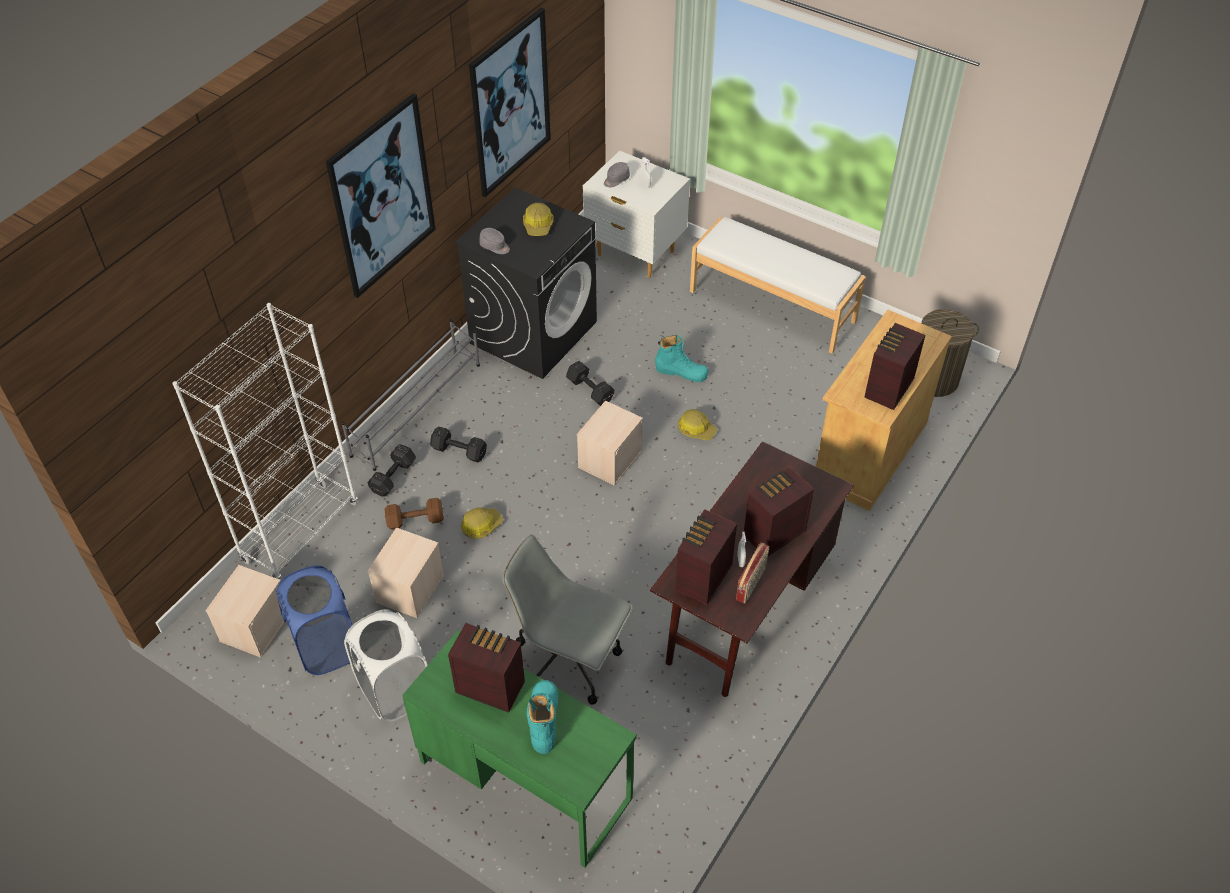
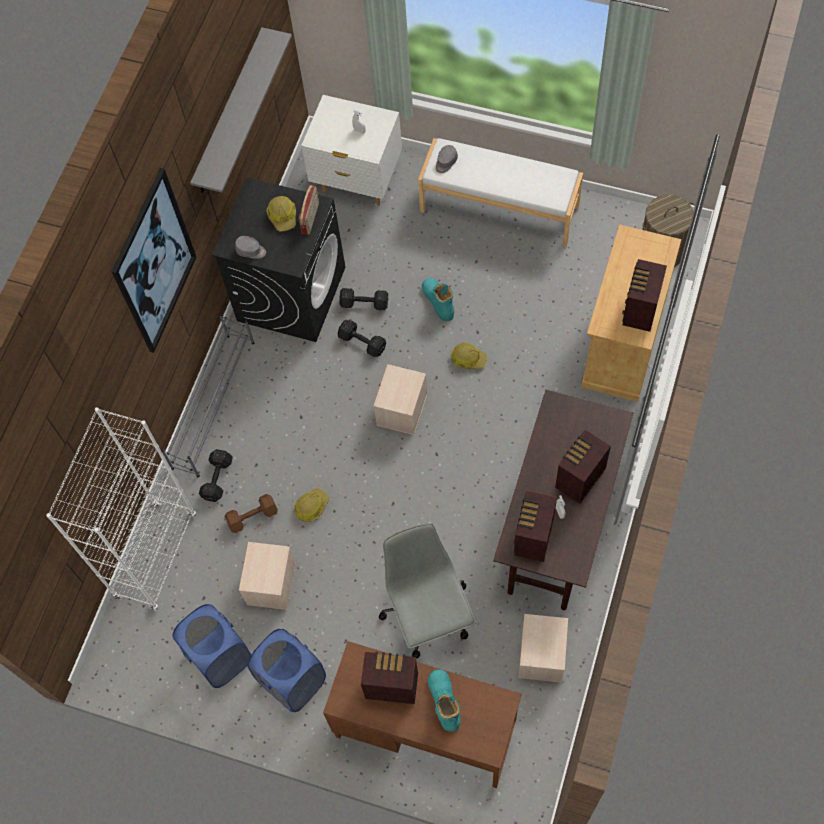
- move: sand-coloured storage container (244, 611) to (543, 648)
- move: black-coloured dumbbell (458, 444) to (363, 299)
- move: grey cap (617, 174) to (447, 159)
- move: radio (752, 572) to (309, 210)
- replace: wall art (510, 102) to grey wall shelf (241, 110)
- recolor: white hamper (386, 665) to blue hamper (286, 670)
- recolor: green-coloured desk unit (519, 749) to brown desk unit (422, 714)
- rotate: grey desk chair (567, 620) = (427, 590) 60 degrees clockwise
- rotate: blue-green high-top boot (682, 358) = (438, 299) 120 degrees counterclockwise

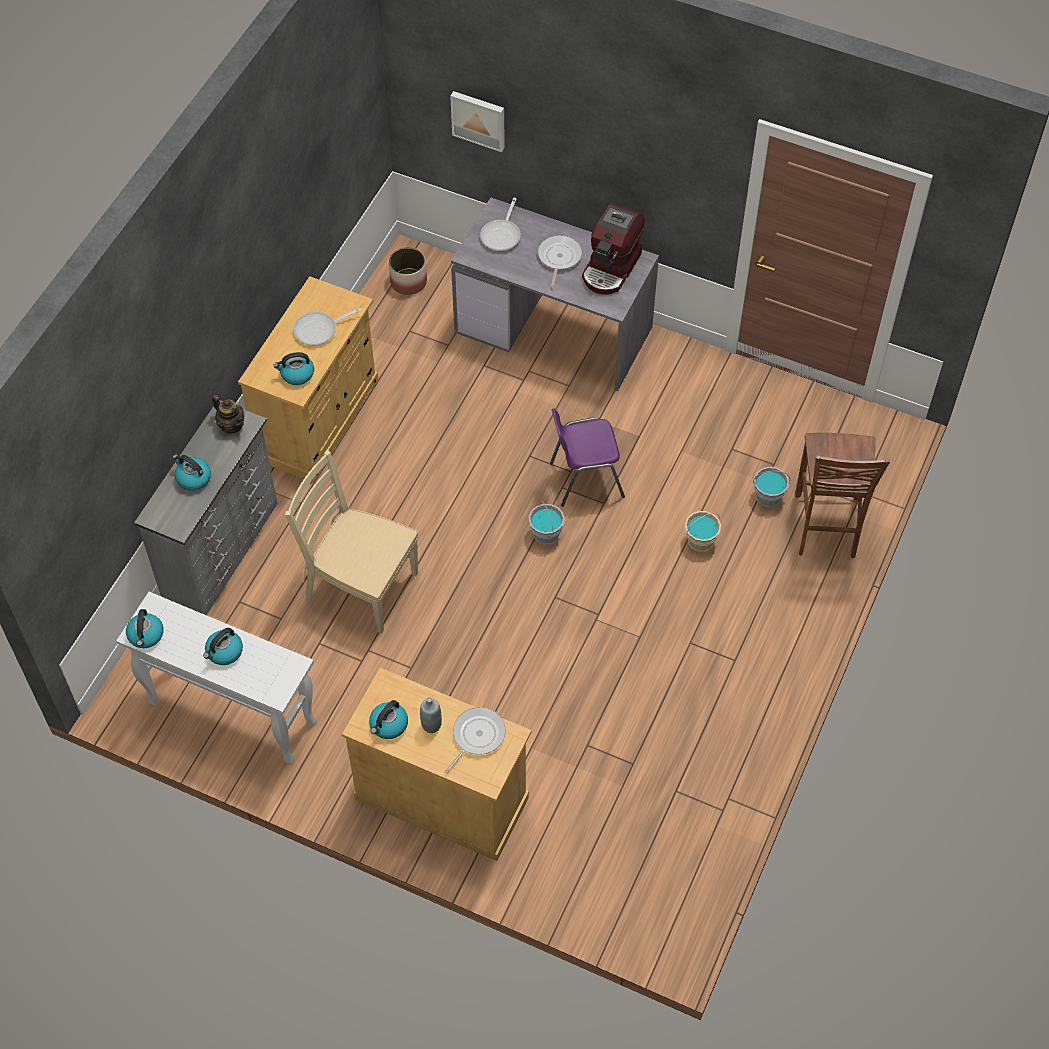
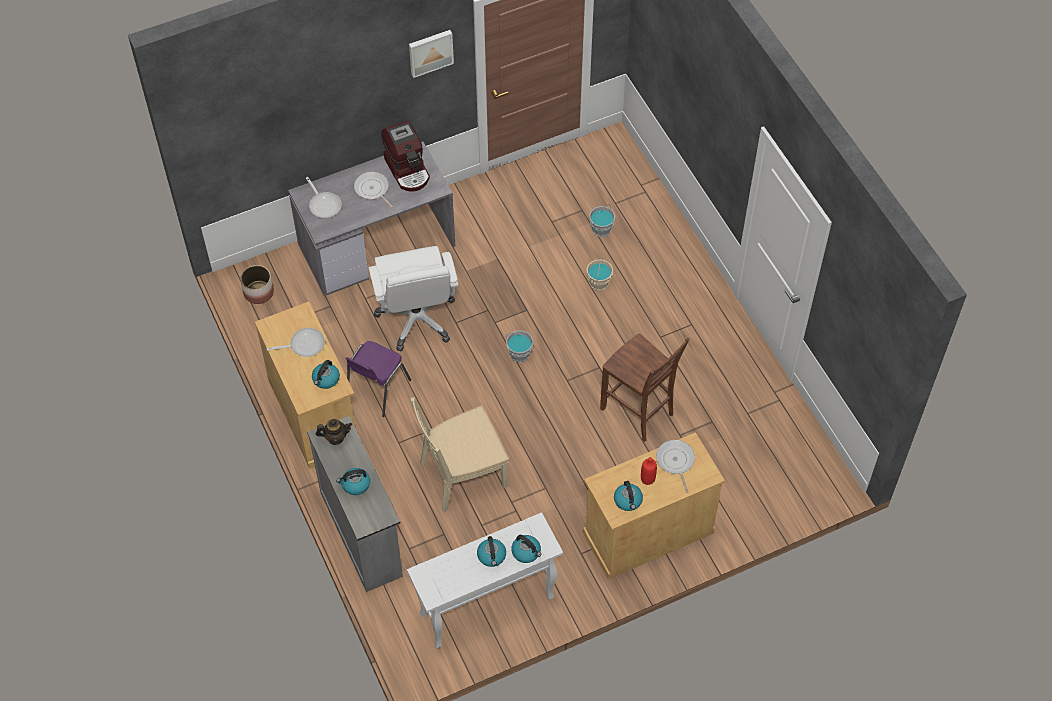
- insert: white desk chair (413, 298)
- move: kettle (145, 628) to (526, 549)
- move: wall art (477, 121) to (431, 54)
- move: purplish plain chair (587, 457) to (378, 379)
- move: brown plain chair (842, 495) to (644, 388)
- recolor: grey bottle (431, 715) to red bottle (649, 471)
- rotate: pan (327, 327) = (296, 342) 120 degrees counterclockwise

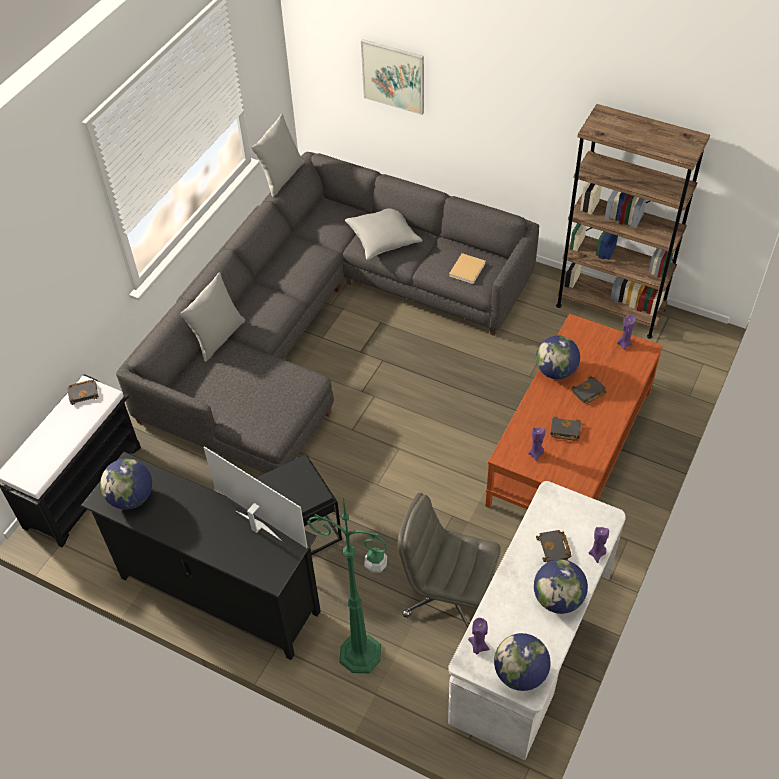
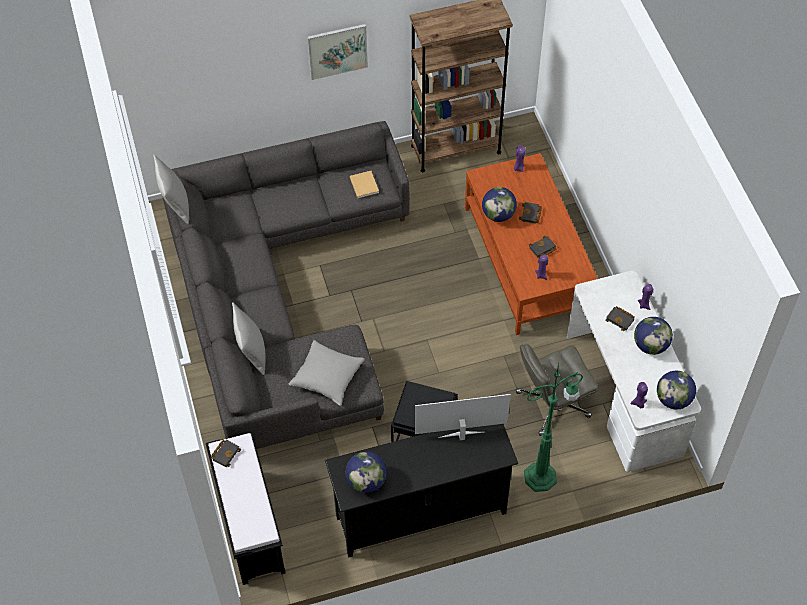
- move: grey throw pillow (384, 234) to (326, 373)
- move: wall art (392, 77) to (337, 52)

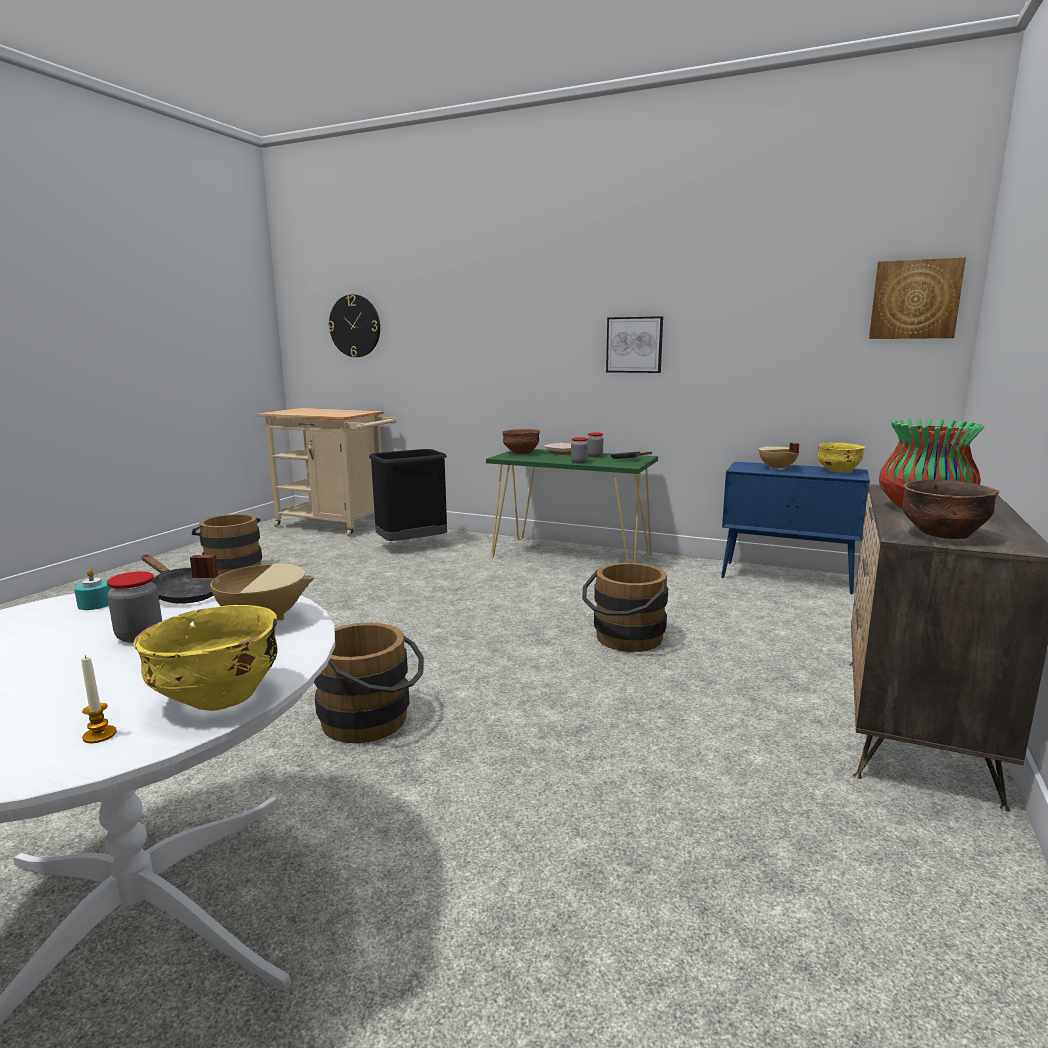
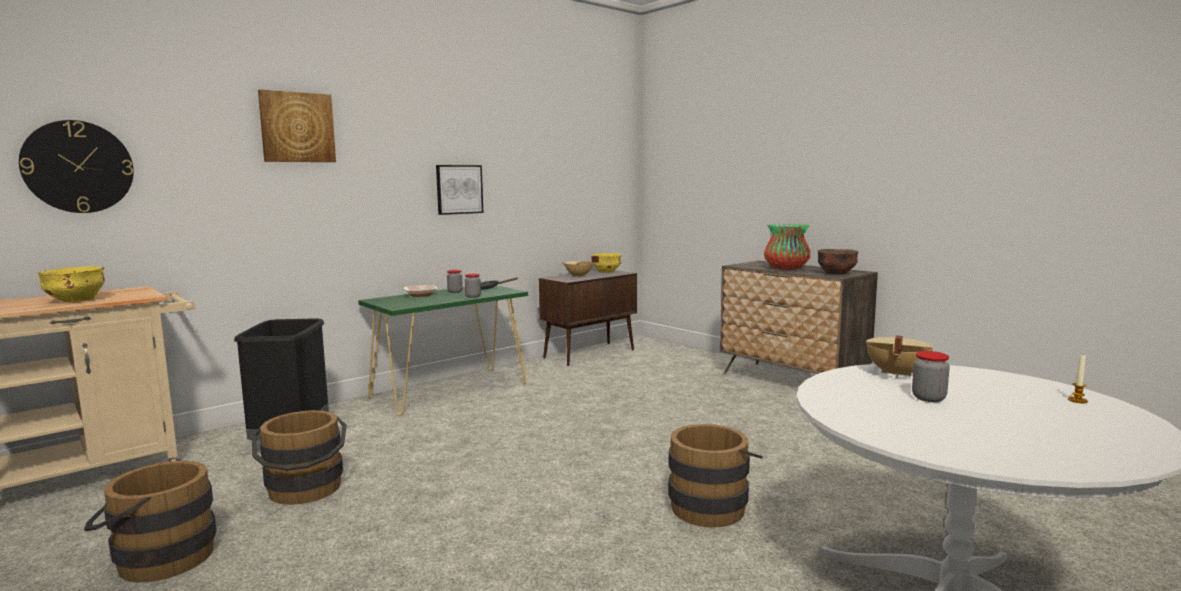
- delete: blue-green candle (92, 589)
- delete: black-coloured pan (181, 579)
- delete: brown bowl (521, 441)
- move: yellowish bowl (205, 658) to (71, 284)
- move: brown water bucket (625, 607) to (299, 457)
- move: wall art (917, 298) to (297, 125)
- recolor: blue cabinet (795, 528) to brown cabinet (588, 318)

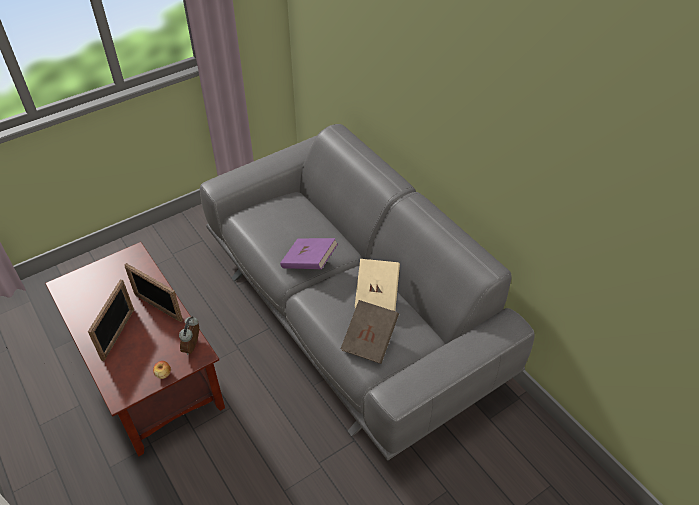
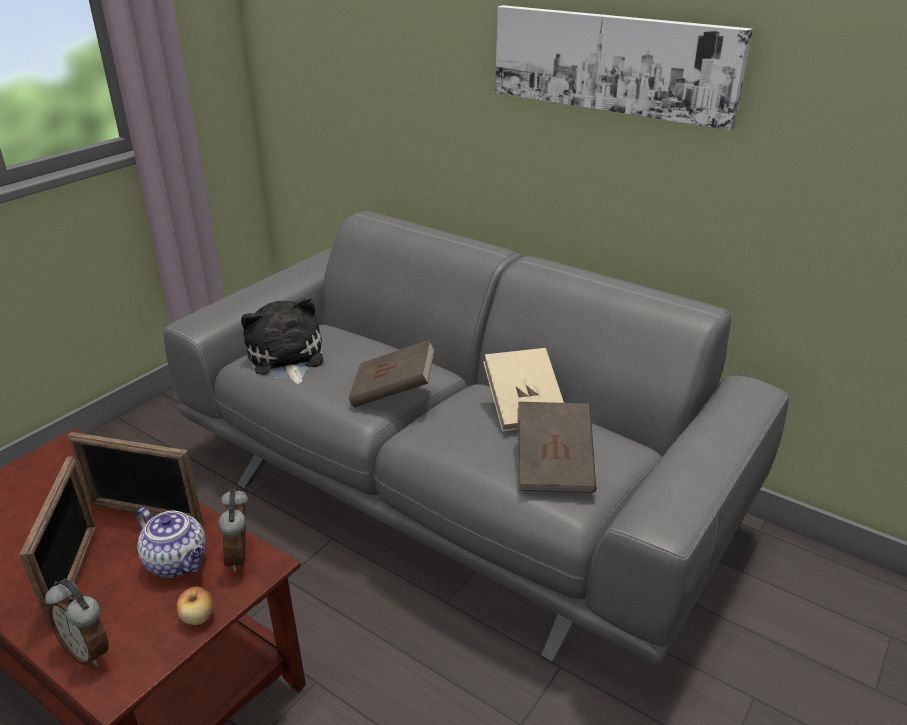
- insert: bedside clock (77, 622)
- insert: pot for tea (171, 542)
- insert: soft toy (282, 340)
- insert: wall art (624, 68)
- recolor: purplish bound book (309, 253) to brown bound book (391, 373)

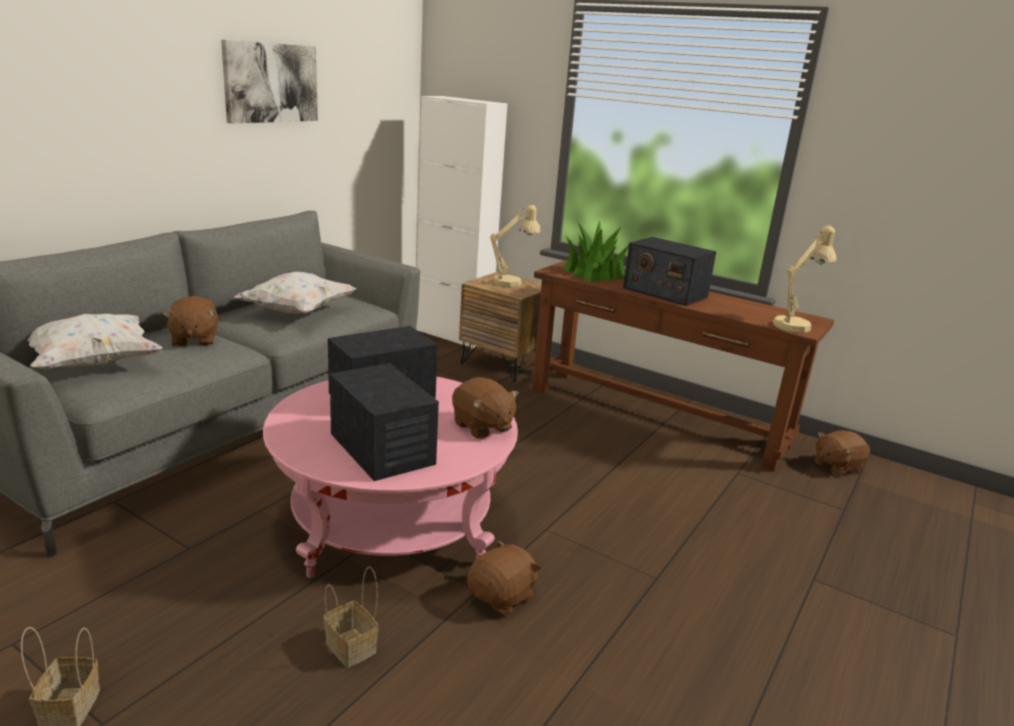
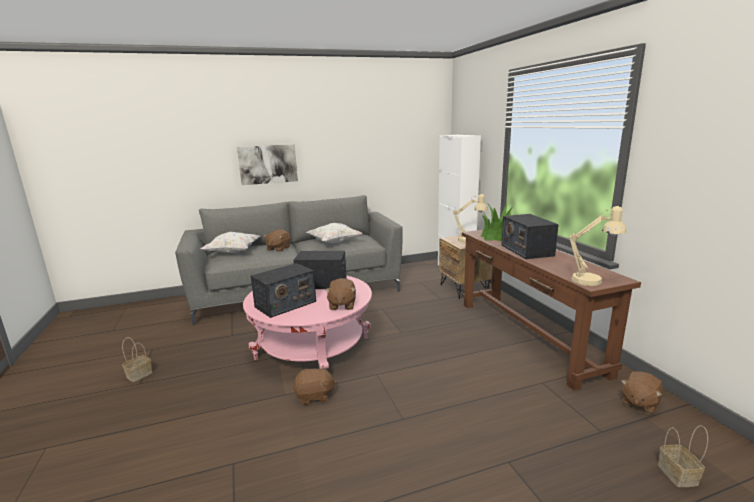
- move: wall art (269, 81) to (267, 164)
- move: storage basket (350, 617) to (683, 456)
- rotate: radio (384, 422) = (283, 290) 45 degrees clockwise
- rotate: brown soft toy (842, 453) = (642, 392) 60 degrees counterclockwise

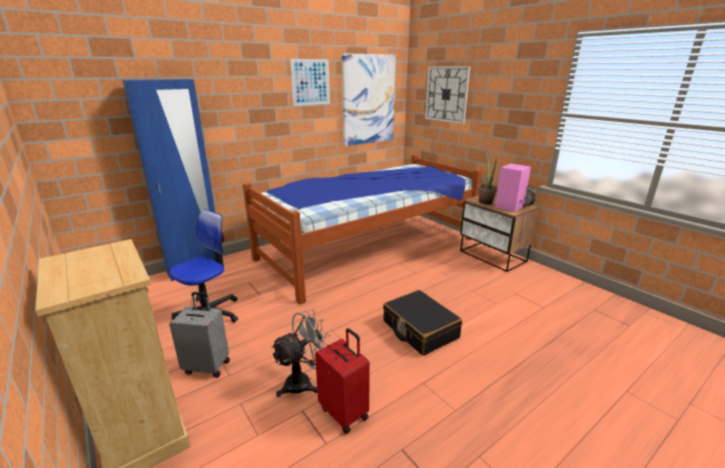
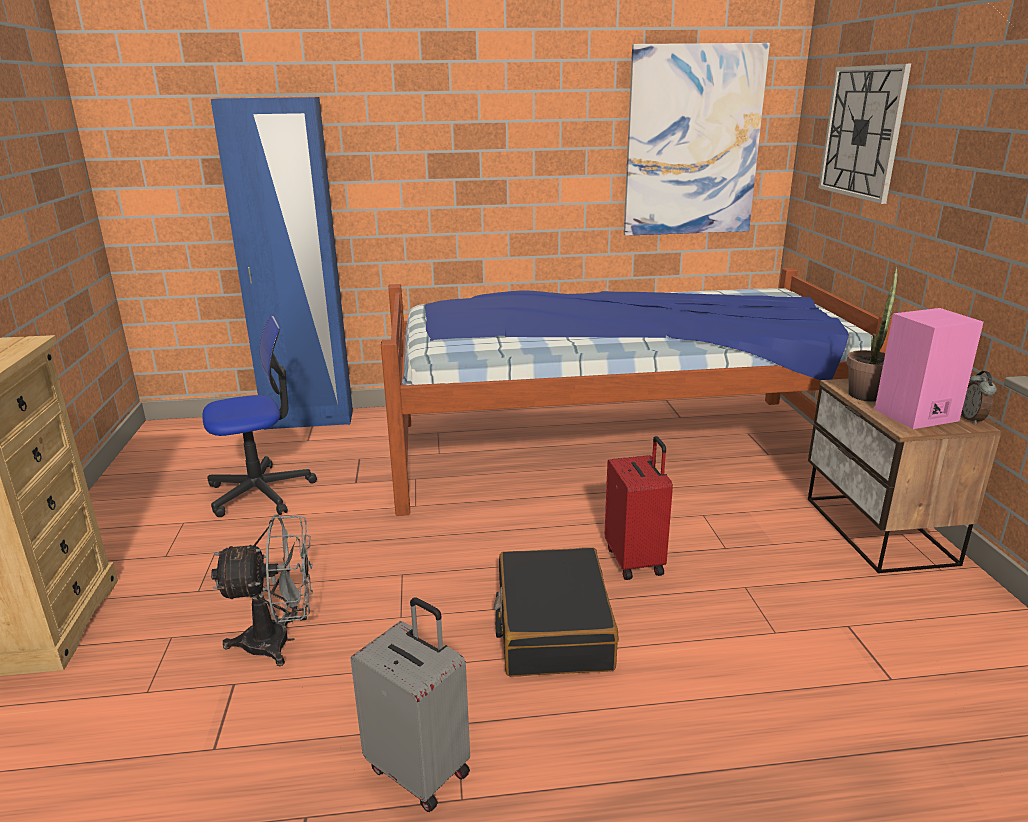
- delete: wall art (310, 82)
- move: grey suitcase (199, 335) to (410, 704)
- move: red suitcase (342, 381) to (639, 508)

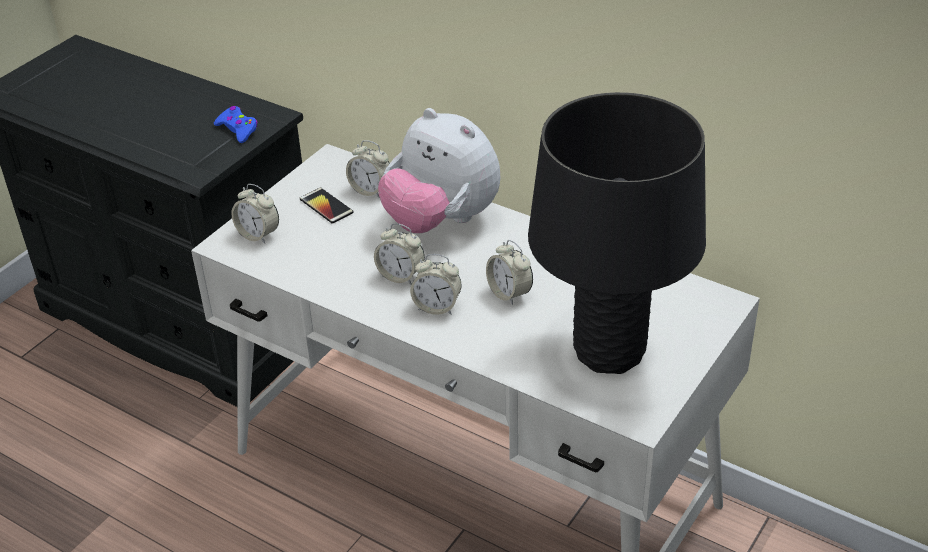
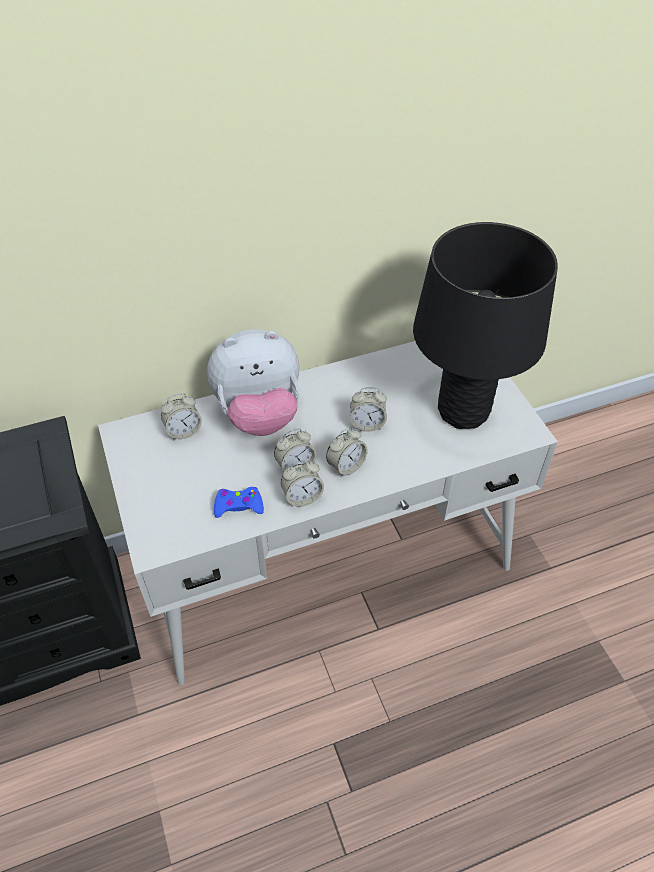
- delete: handset (327, 205)
- move: blue gamepad (236, 124) to (239, 502)
- move: bedside clock (255, 214) to (302, 483)

